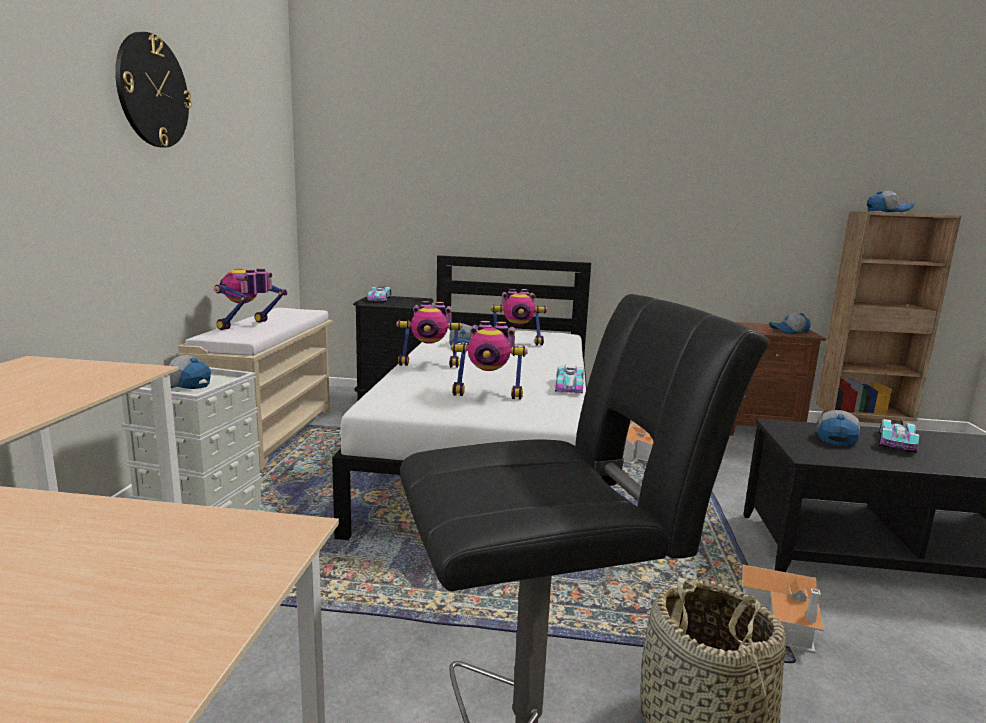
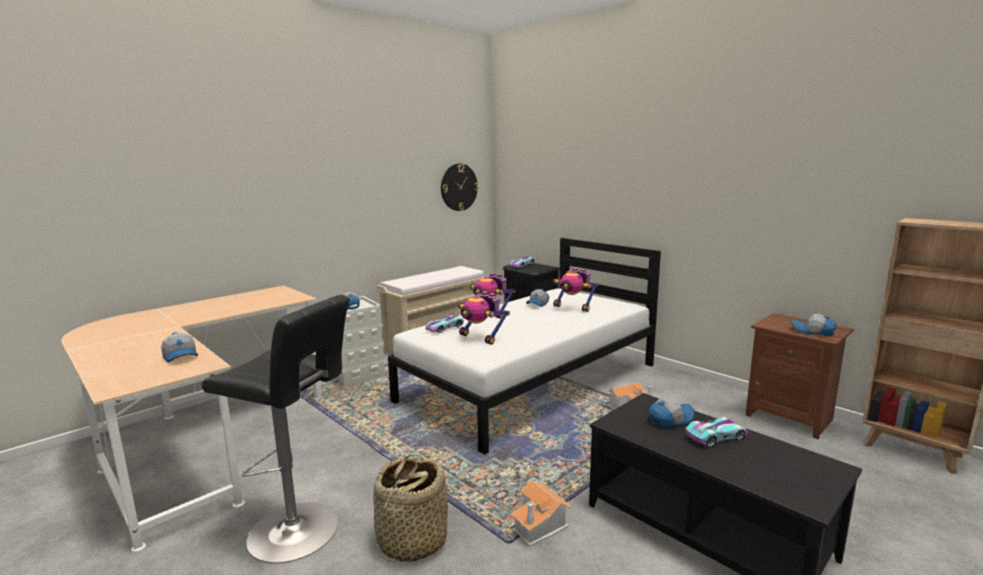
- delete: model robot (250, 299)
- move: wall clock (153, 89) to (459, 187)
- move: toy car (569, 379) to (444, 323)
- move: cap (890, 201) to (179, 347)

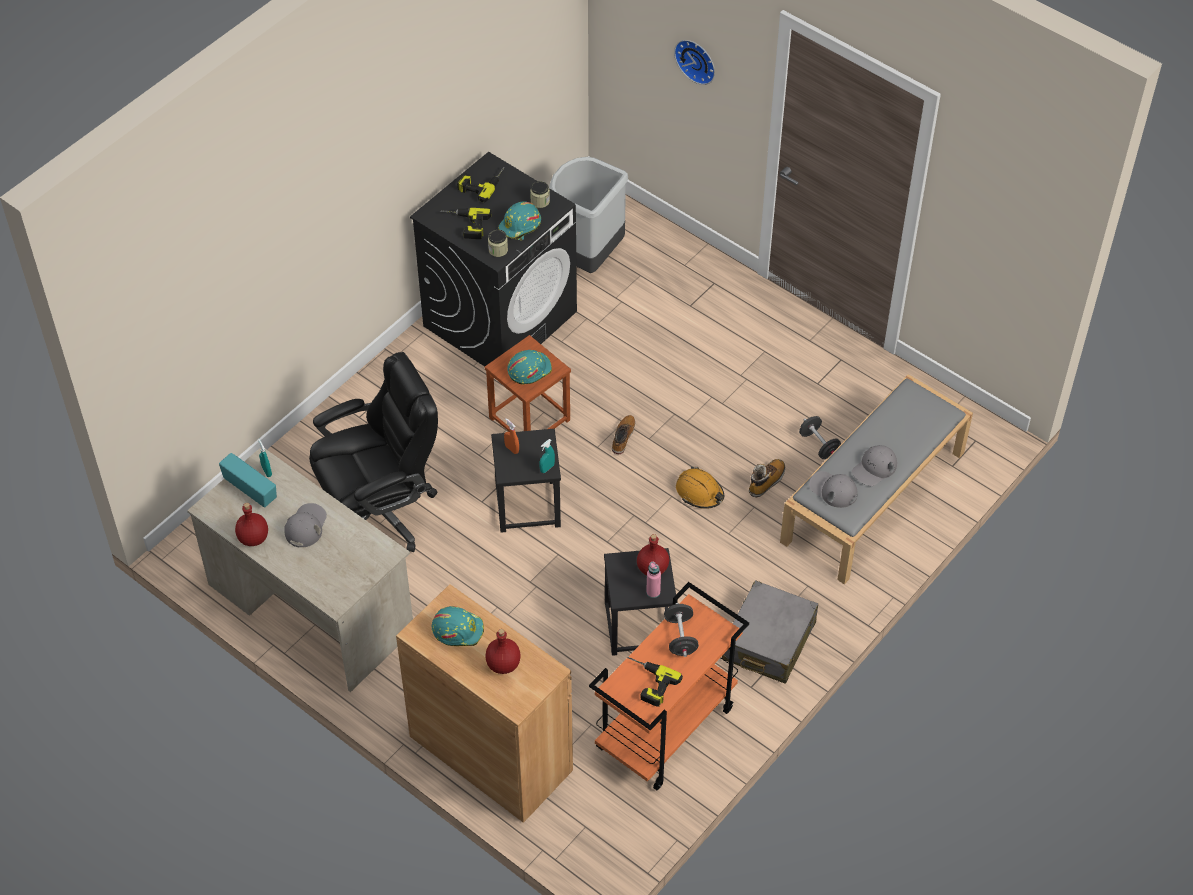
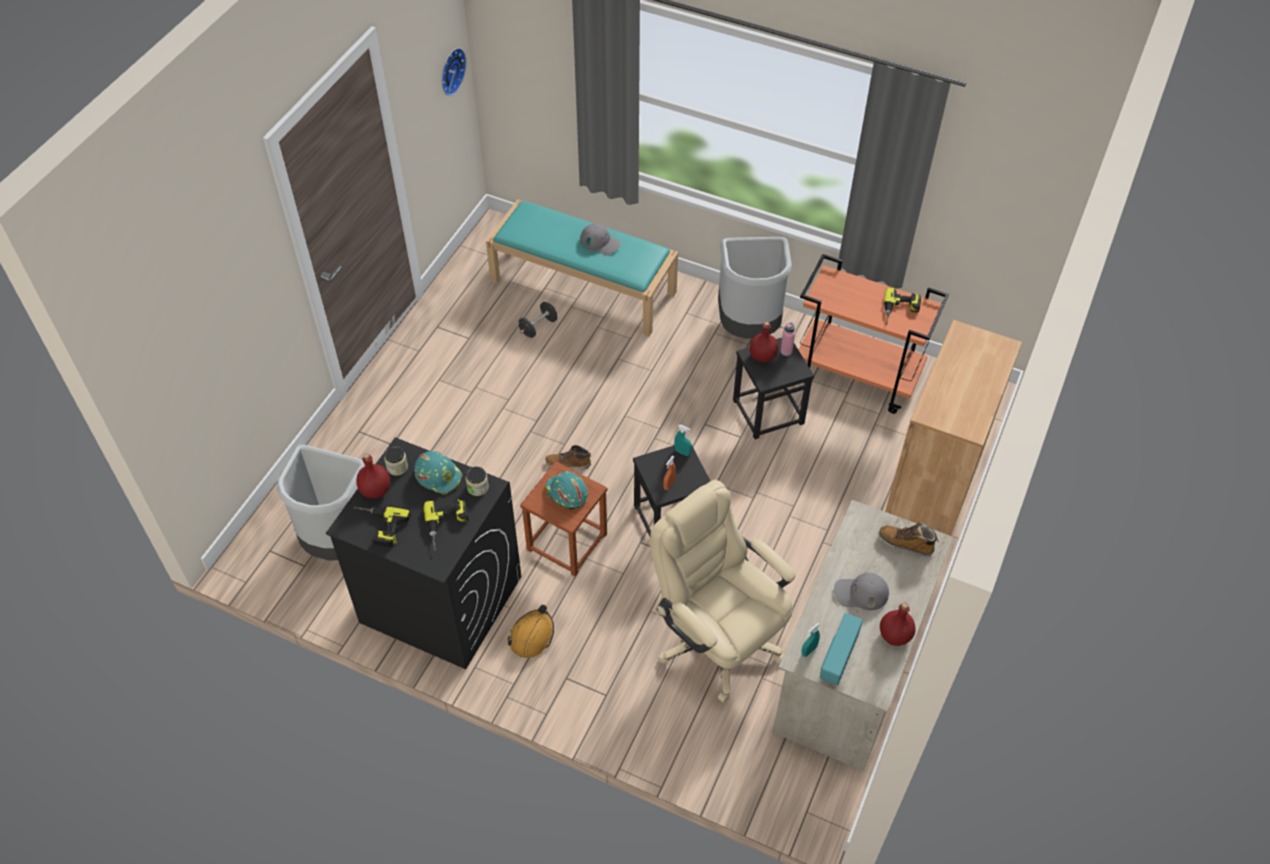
- delete: blue-green safety helmet (458, 626)
- delete: black-coloured dumbbell (681, 630)
- delete: grey cap (833, 489)
- move: red bottle (503, 651) to (373, 475)
- move: wall clock (694, 62) to (454, 72)
- move: orange safety helmet (700, 488) to (531, 631)
- move: high-top boot (767, 478) to (908, 539)
- replace: grey suitcase (770, 632) to grey trash can (755, 287)
- recolor: black-coloured desk chair (373, 452) to sand-coloured desk chair (723, 591)
- recolor: grey indoor bench (876, 479) to blue-green indoor bench (582, 267)

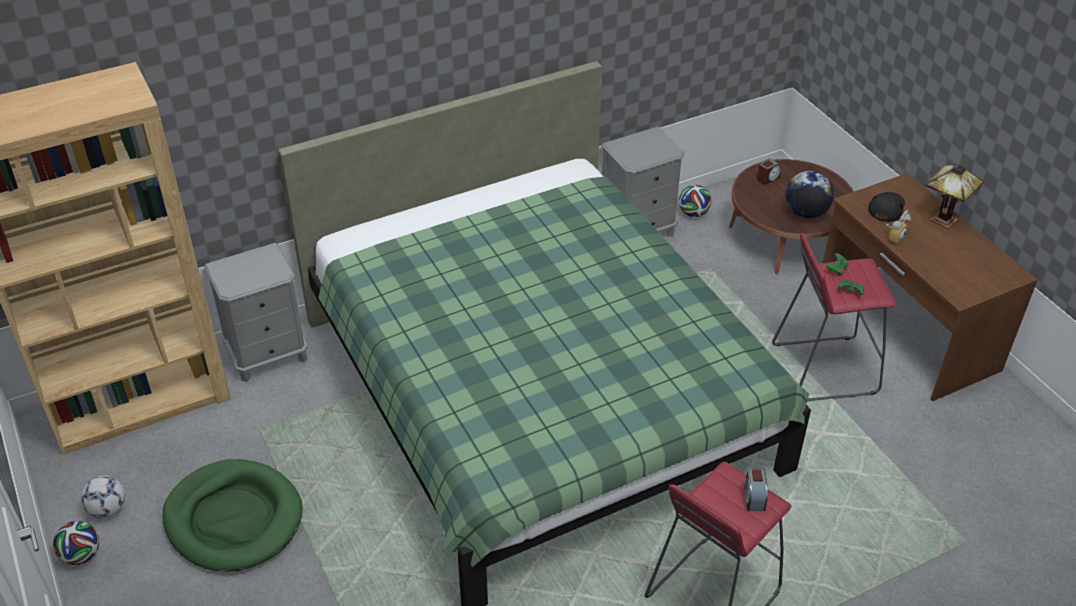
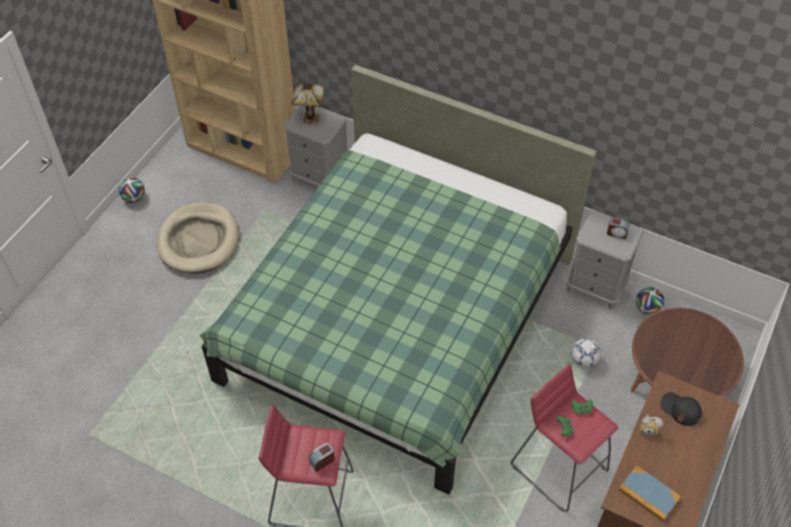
- delete: world globe (809, 194)
- insert: bound book (650, 493)
- move: ball for football (103, 497) to (586, 352)
- move: bedside clock (769, 172) to (618, 228)
- move: tabletop lamp (954, 197) to (308, 104)
- recolor: green-coloured pet bed (233, 515) to sand-coloured pet bed (198, 238)
- rotate: black-coloured cap (886, 207) = (681, 409) 135 degrees counterclockwise

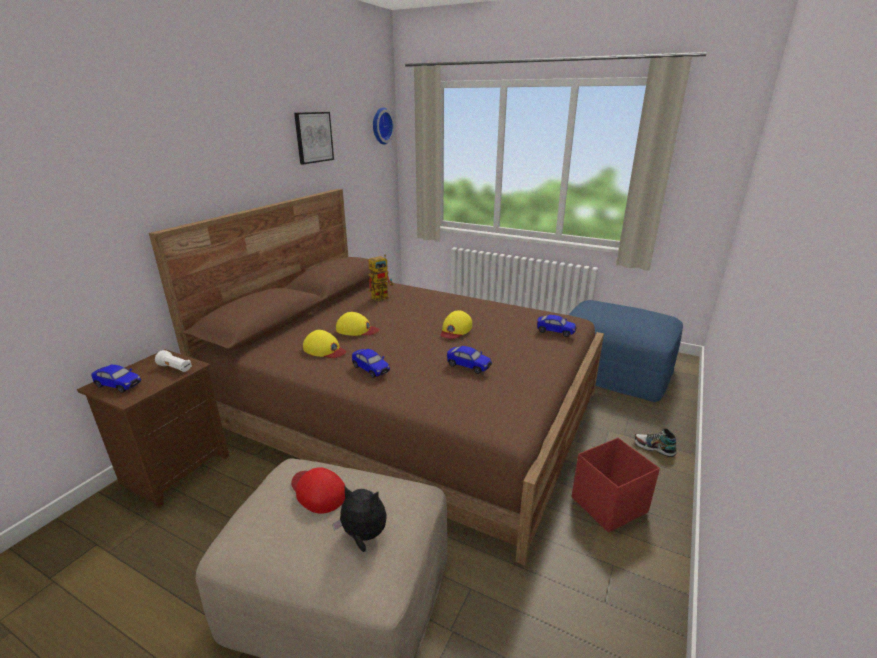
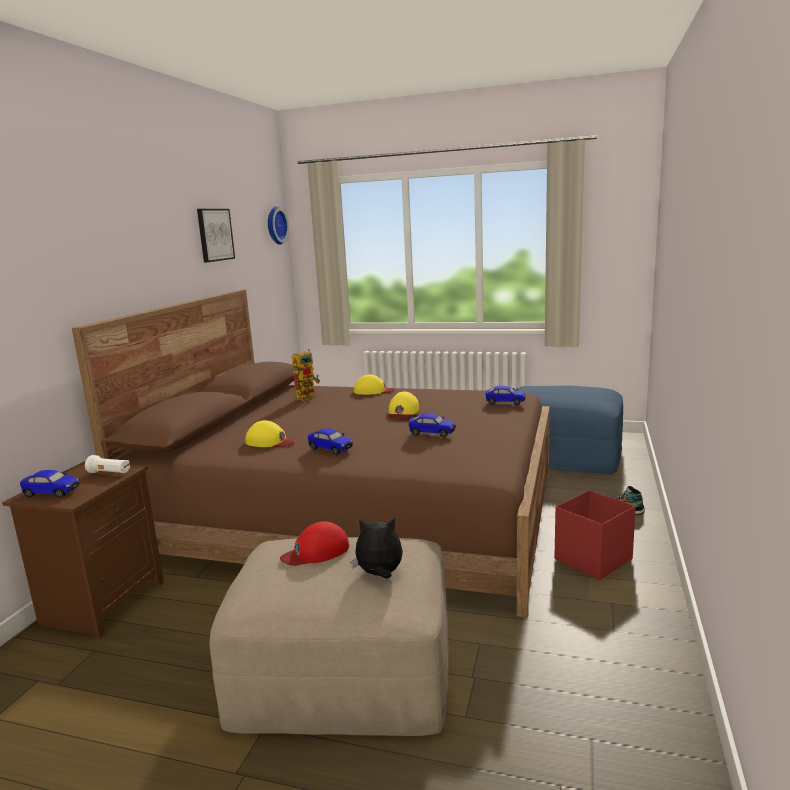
- move: yellowish cap (358, 324) to (374, 384)
- rotate: red cap (318, 490) = (314, 543) 60 degrees counterclockwise

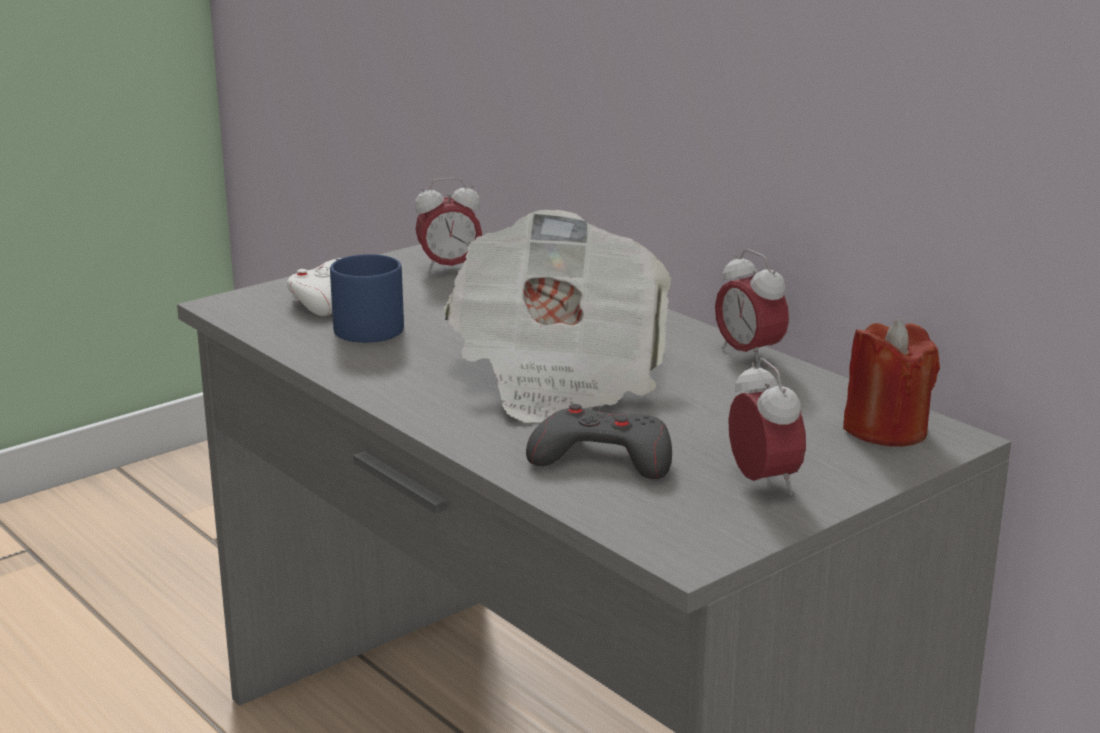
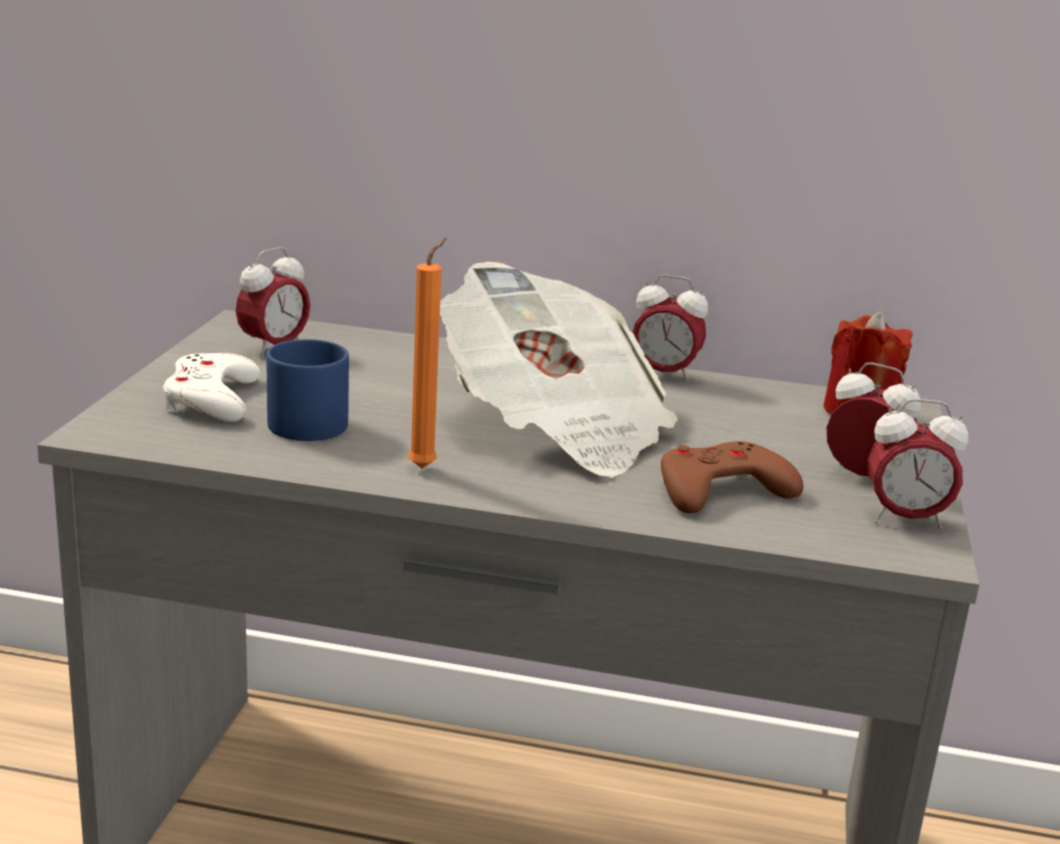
- insert: orange candle (427, 353)
- insert: bedside clock (918, 464)
- recolor: grey gamepad (599, 441) to brown gamepad (732, 477)

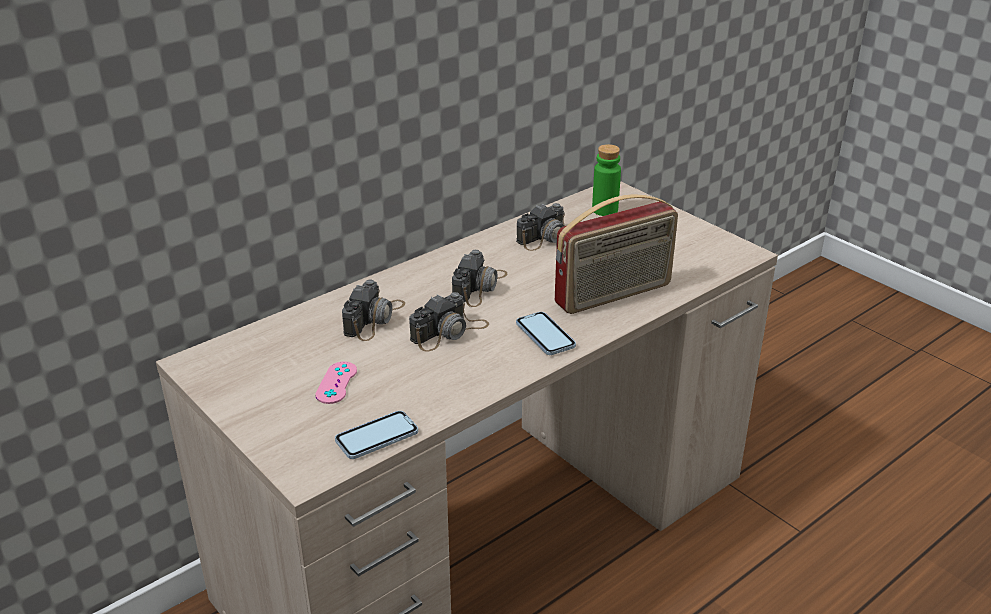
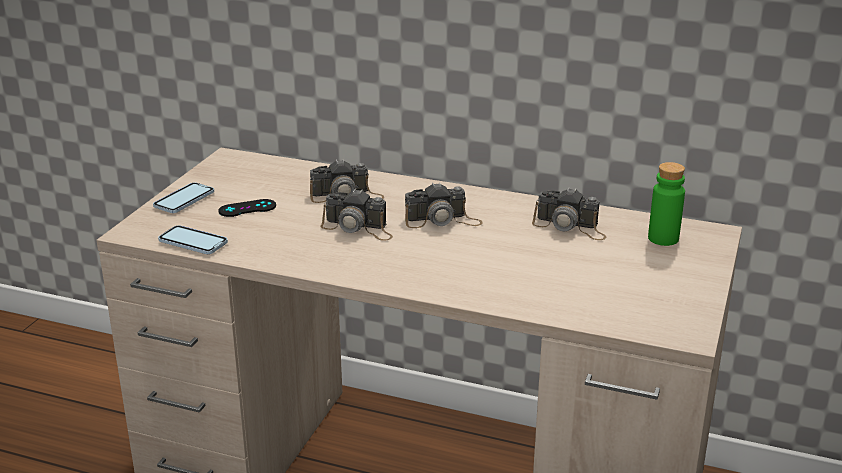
- delete: radio (616, 254)
- move: handset (546, 333) to (183, 197)
- recolor: pink gamepad (336, 383) to black-coloured gamepad (247, 208)

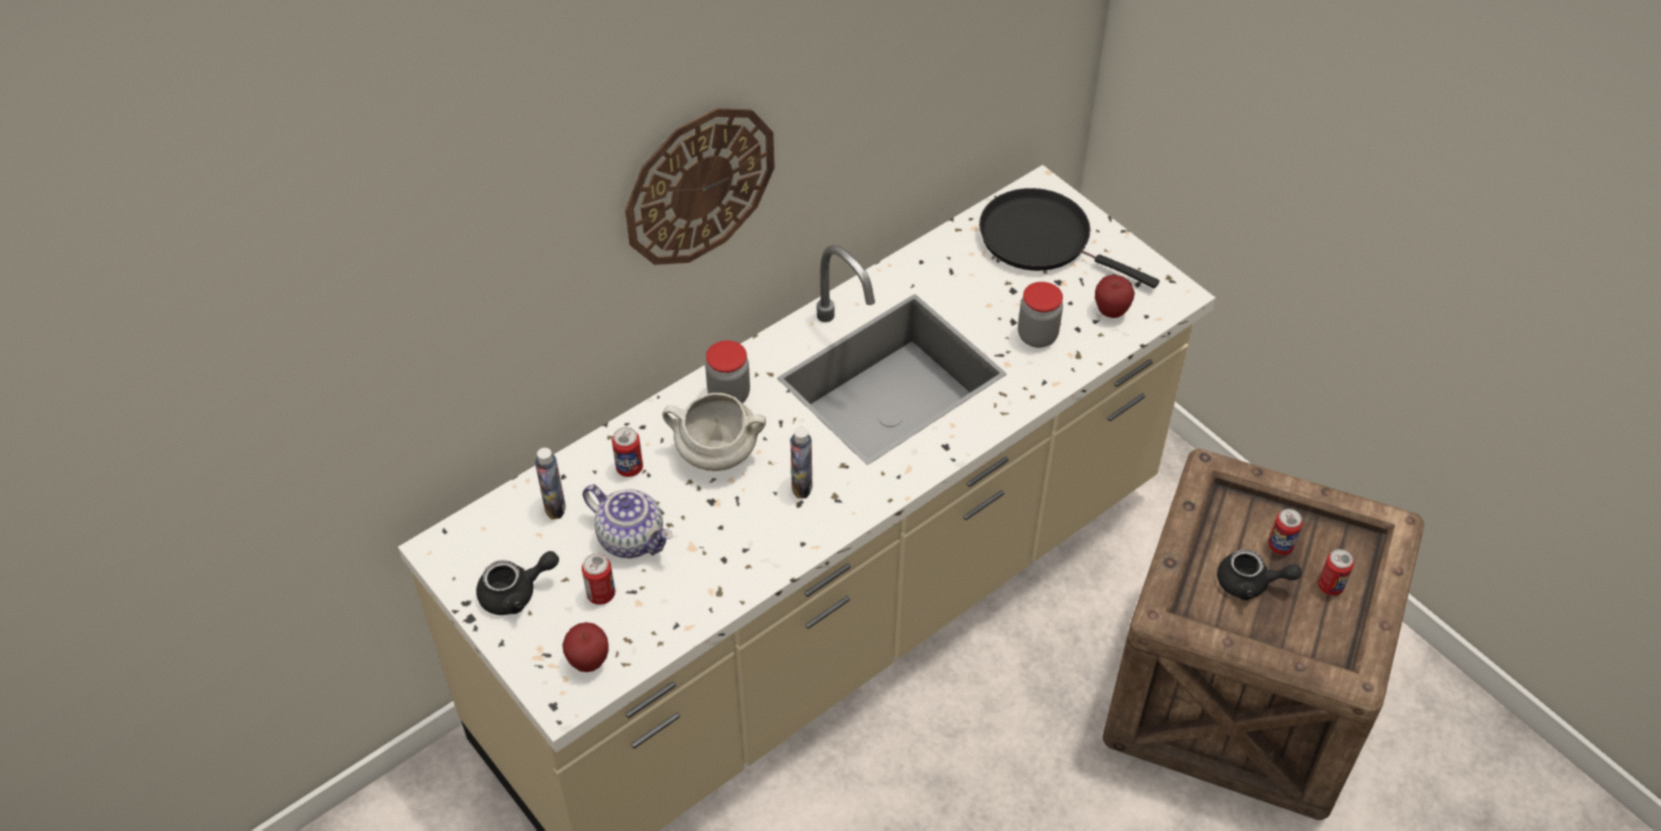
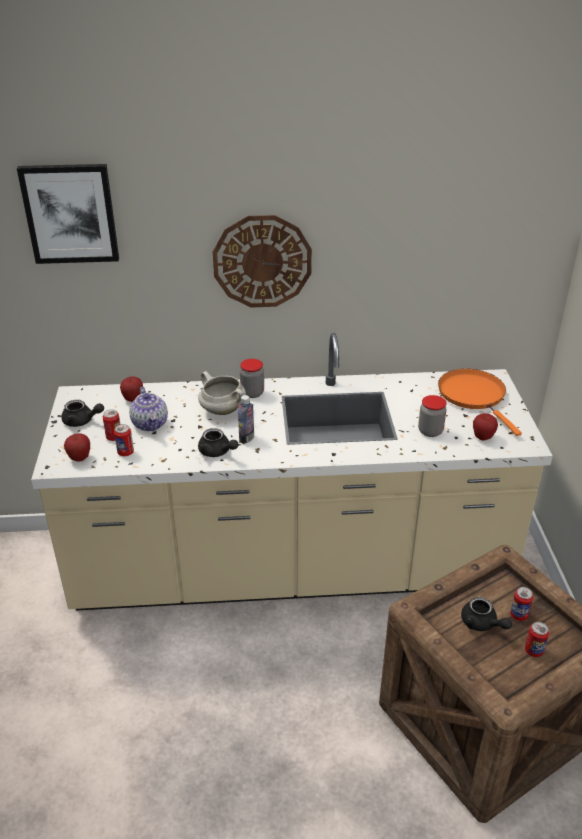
- insert: wall art (68, 214)
- insert: black-coloured pot for tea (218, 442)
- move: metal can (627, 452) to (124, 440)
- replace: bottle (550, 483) to whole apple (131, 389)
- recolor: black-coloured pan (1069, 238) to orange pan (480, 402)

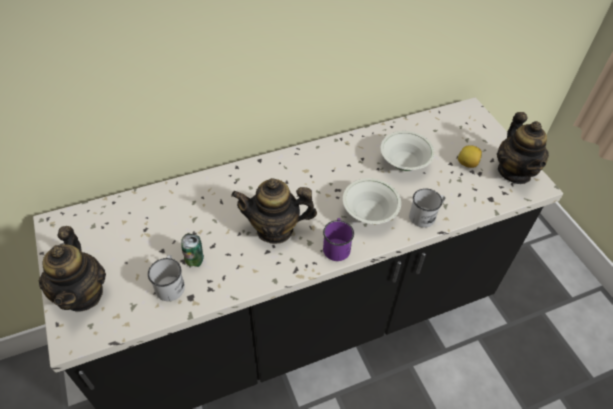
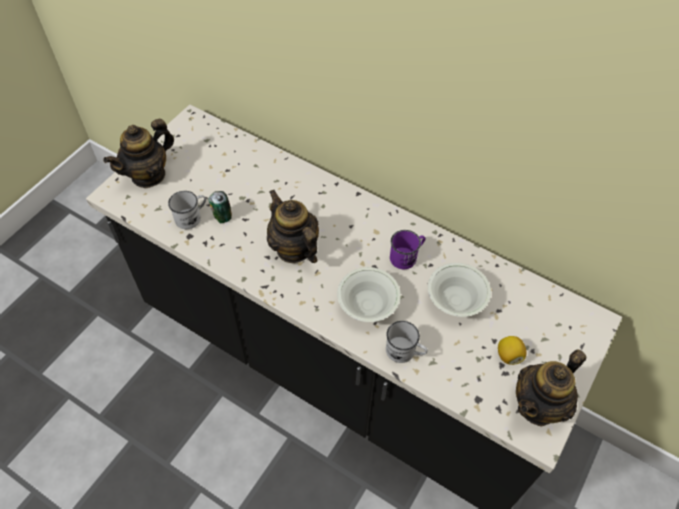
- move: purplish tea mug (338, 239) to (407, 249)

